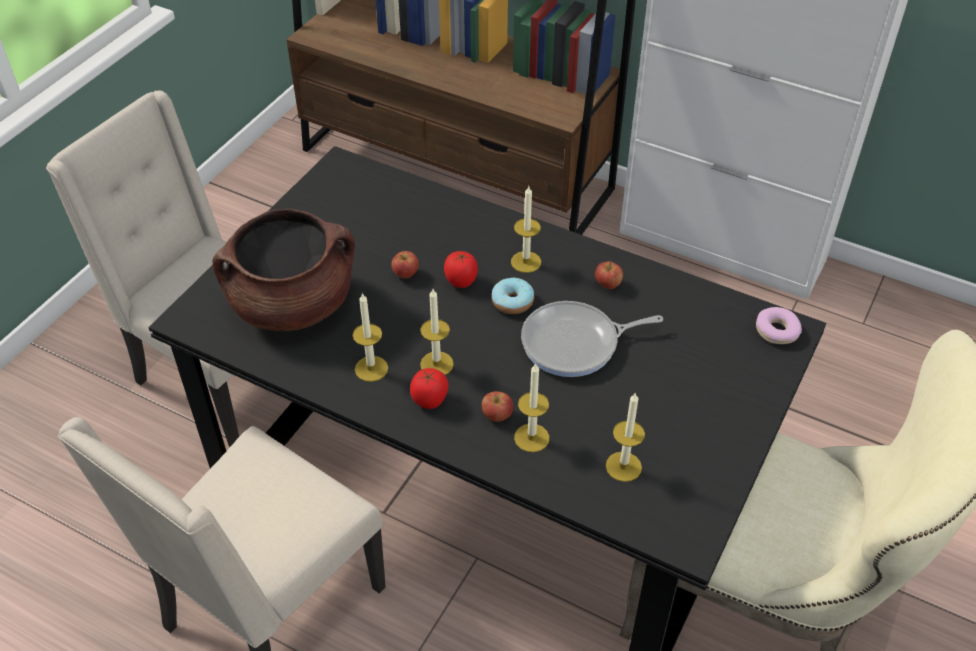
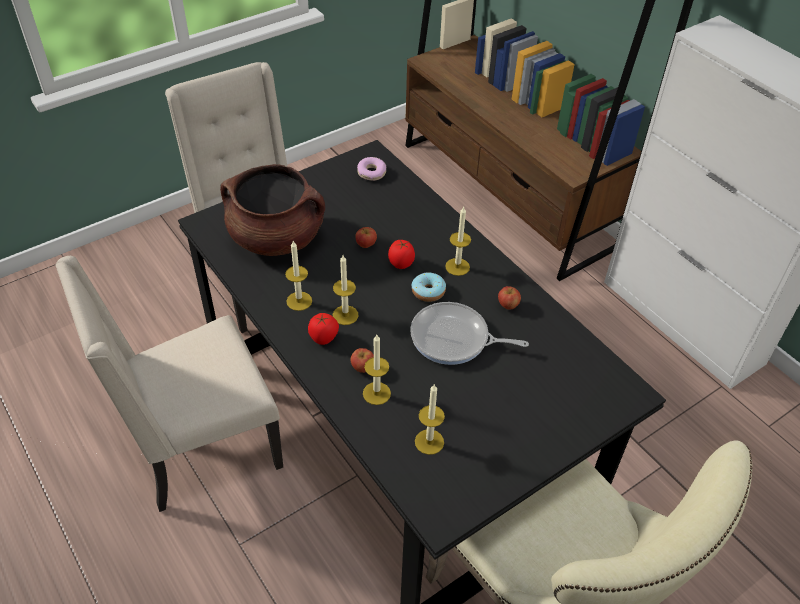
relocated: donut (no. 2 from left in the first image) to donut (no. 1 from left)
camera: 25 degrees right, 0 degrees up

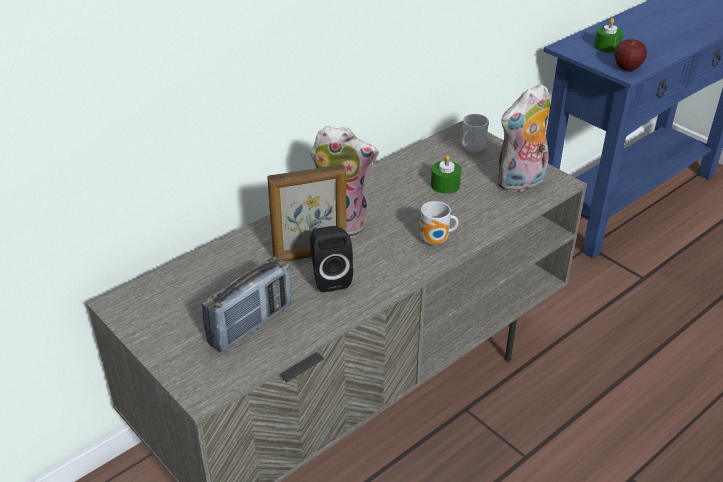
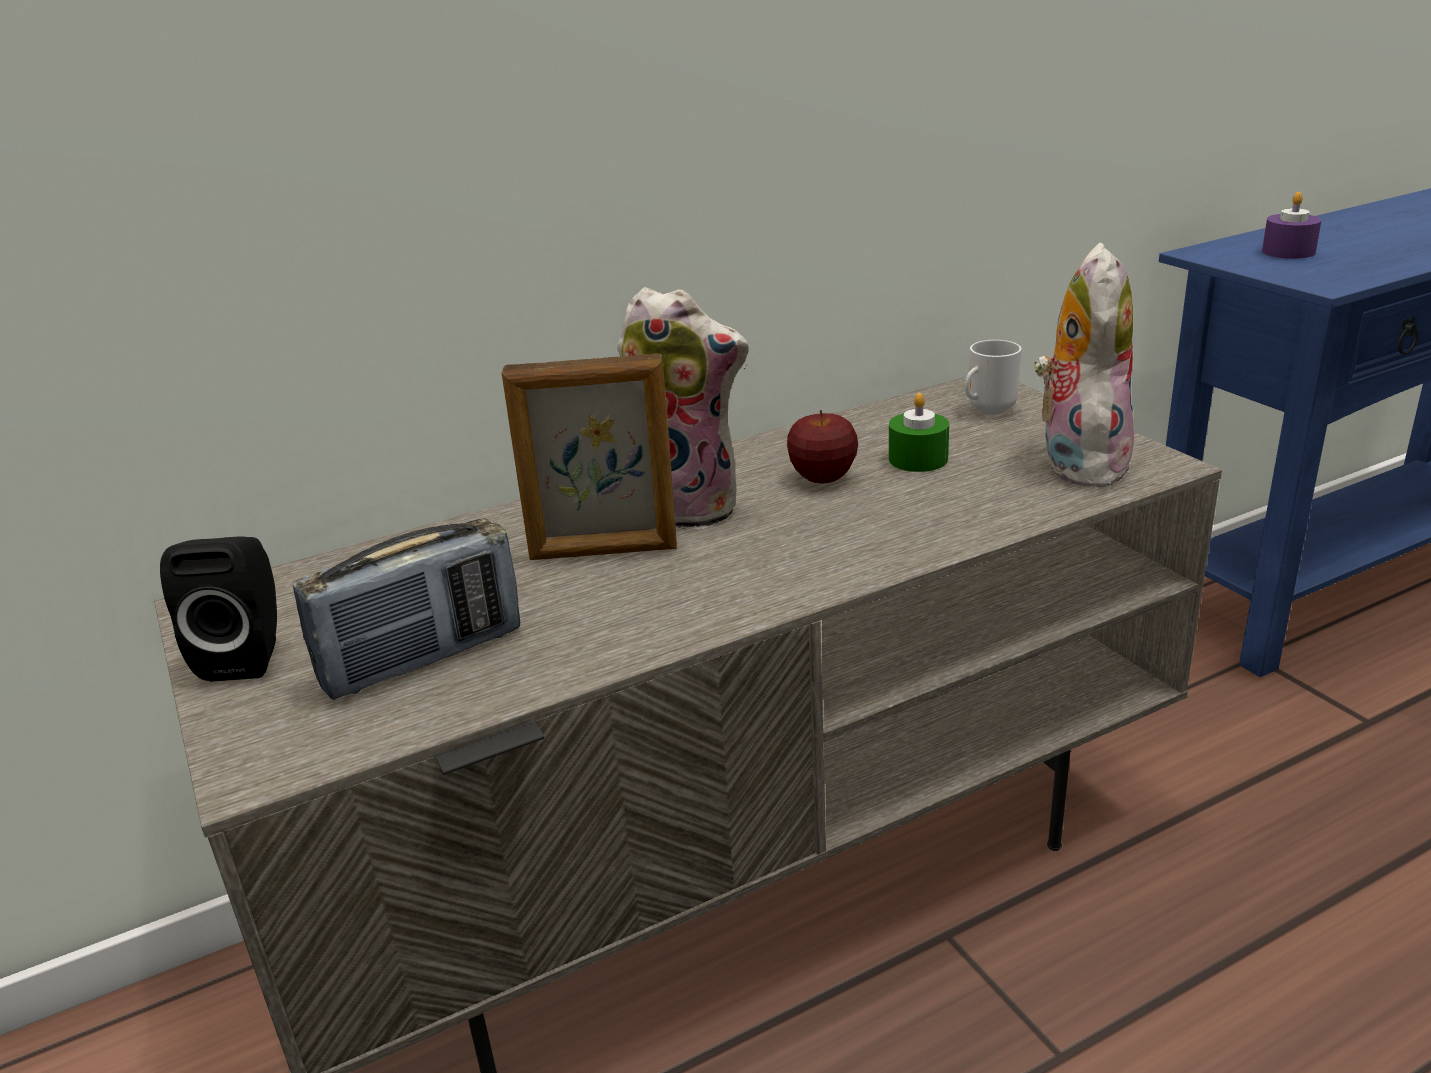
missing: mug (no. 1 from left)
relocated: black speaker; apple
colour: green candle (no. 2 from left) to purple candle
spun: plush toy (no. 2 from left) 120 degrees clockwise
camera: 15 degrees right, 10 degrees down

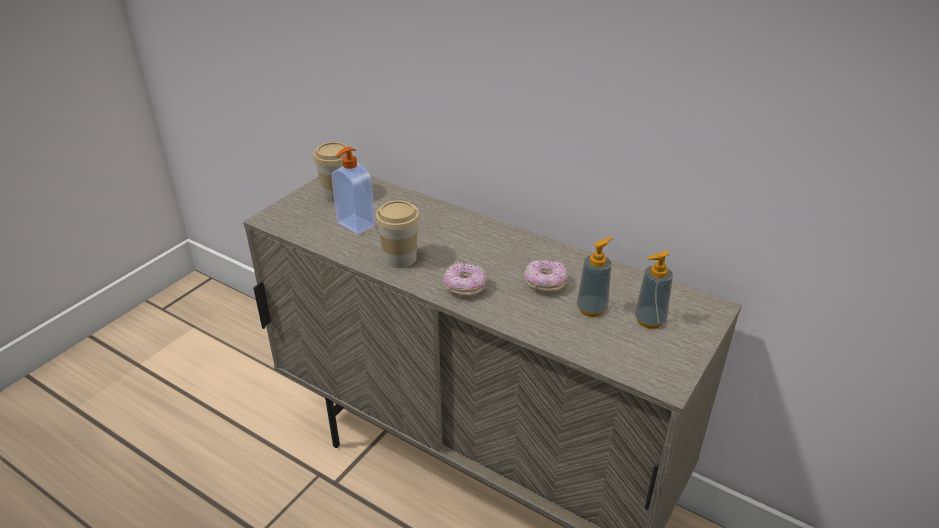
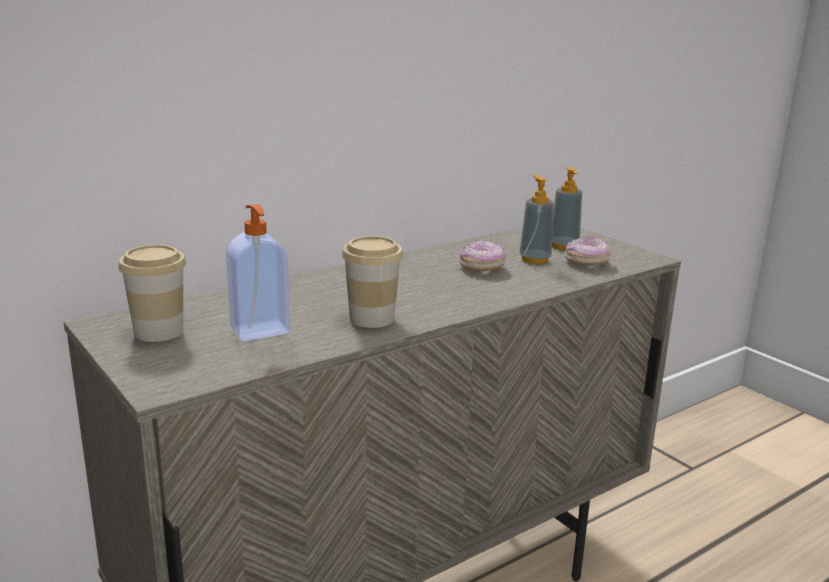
relocated: donut (no. 1 from left in the first image) to donut (no. 2 from left)
camera: 70 degrees left, 15 degrees down

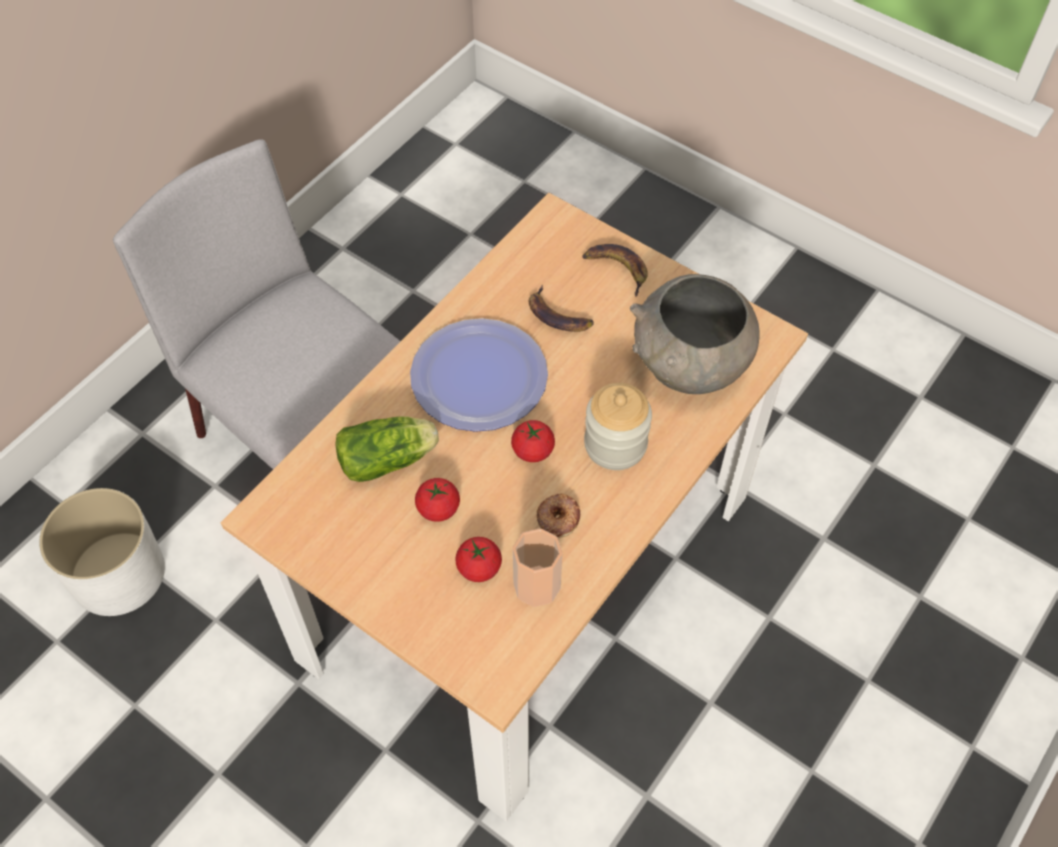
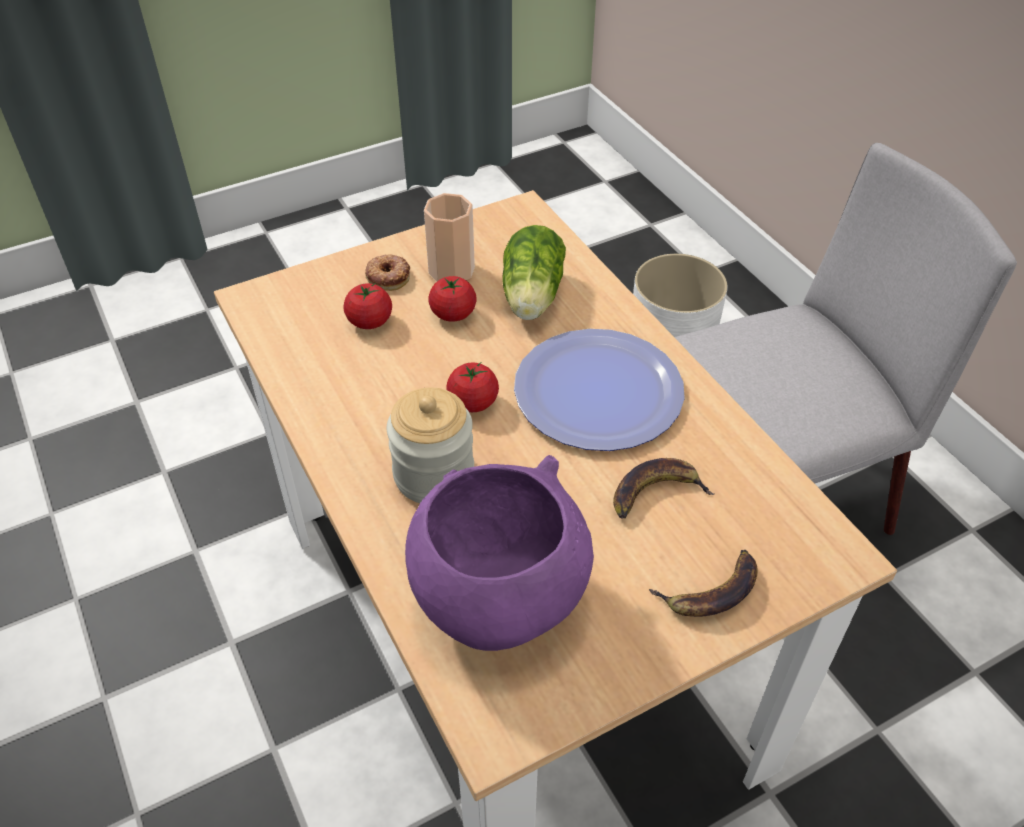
relocated: cup; donut
colour: grey bowl to purple bowl
camera: 115 degrees right, 10 degrees down

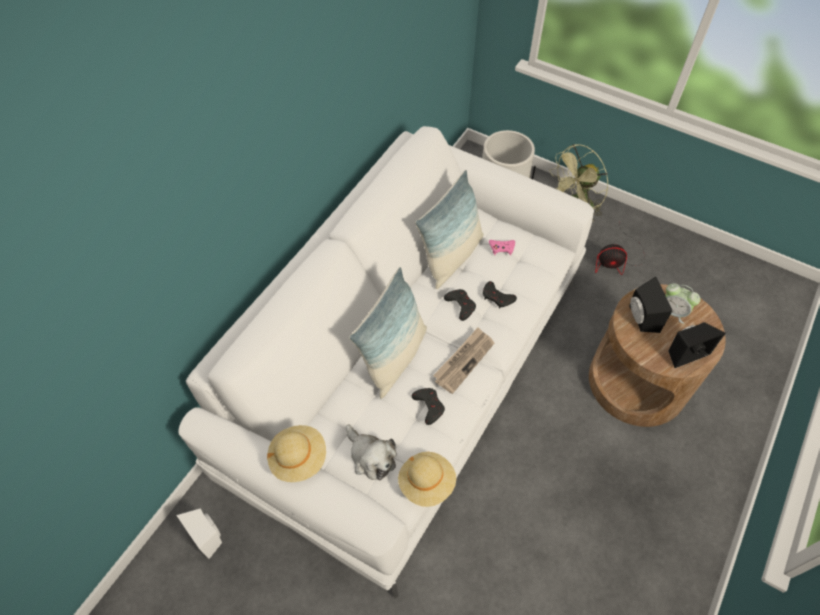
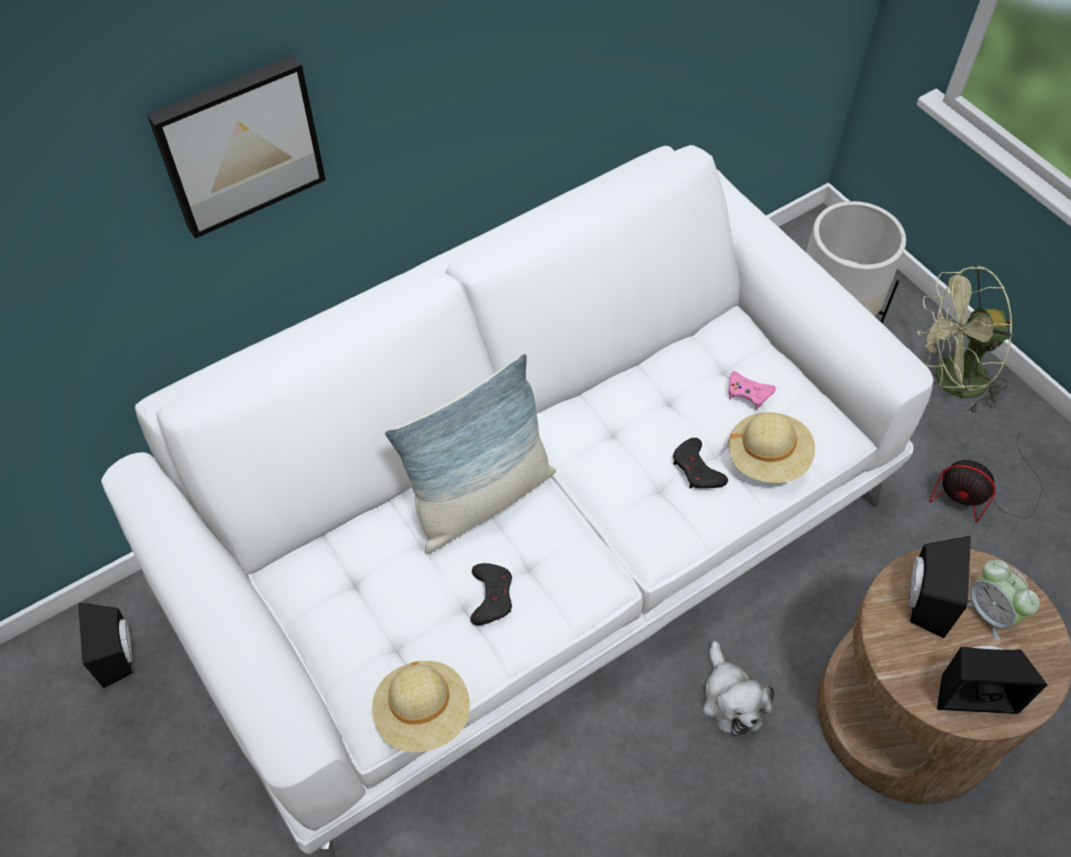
missing: pillow (no. 2 from left); newspaper; black game controller (no. 2 from left)
appeared: picture
relocated: beige hat (no. 1 from left in the first image) to beige hat (no. 2 from left); plush toy
colour: white speaker to black speaker (no. 1 from left)
camera: 25 degrees right, 0 degrees up

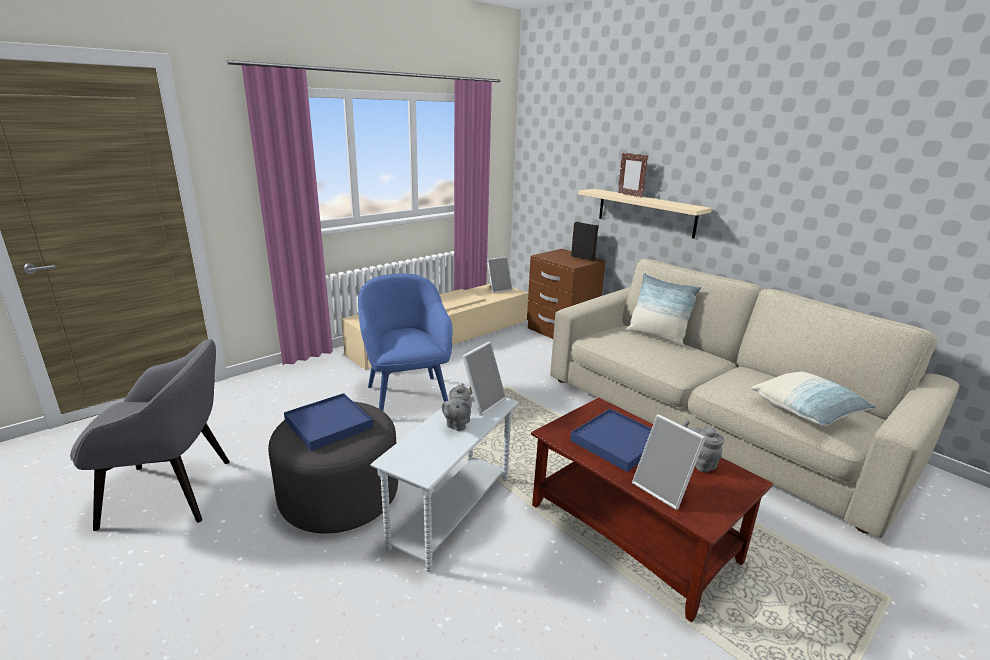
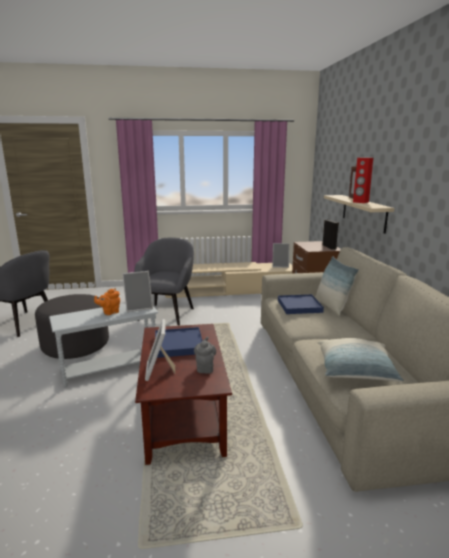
appeared: red speaker
relocated: blue tray (no. 1 from left in the first image) to blue tray (no. 2 from left)
colour: blue armchair to grey armchair (no. 2 from left); grey teapot (no. 1 from left) to orange teapot
camera: 35 degrees right, 5 degrees down

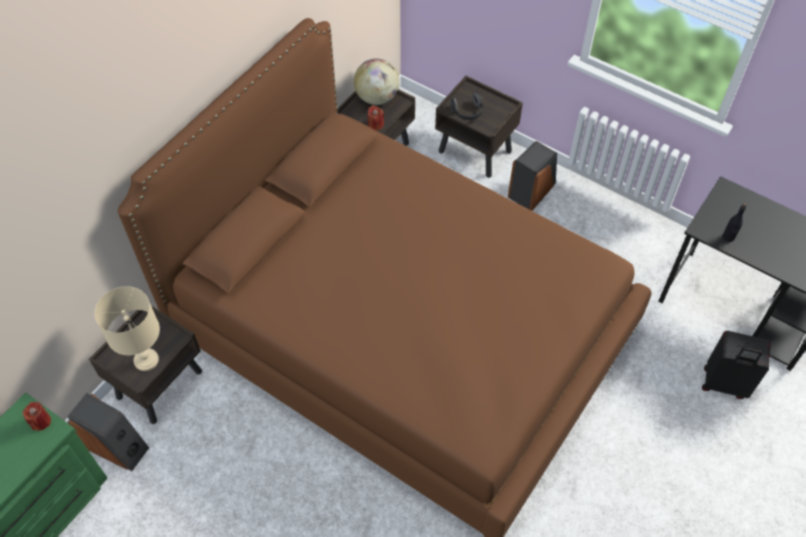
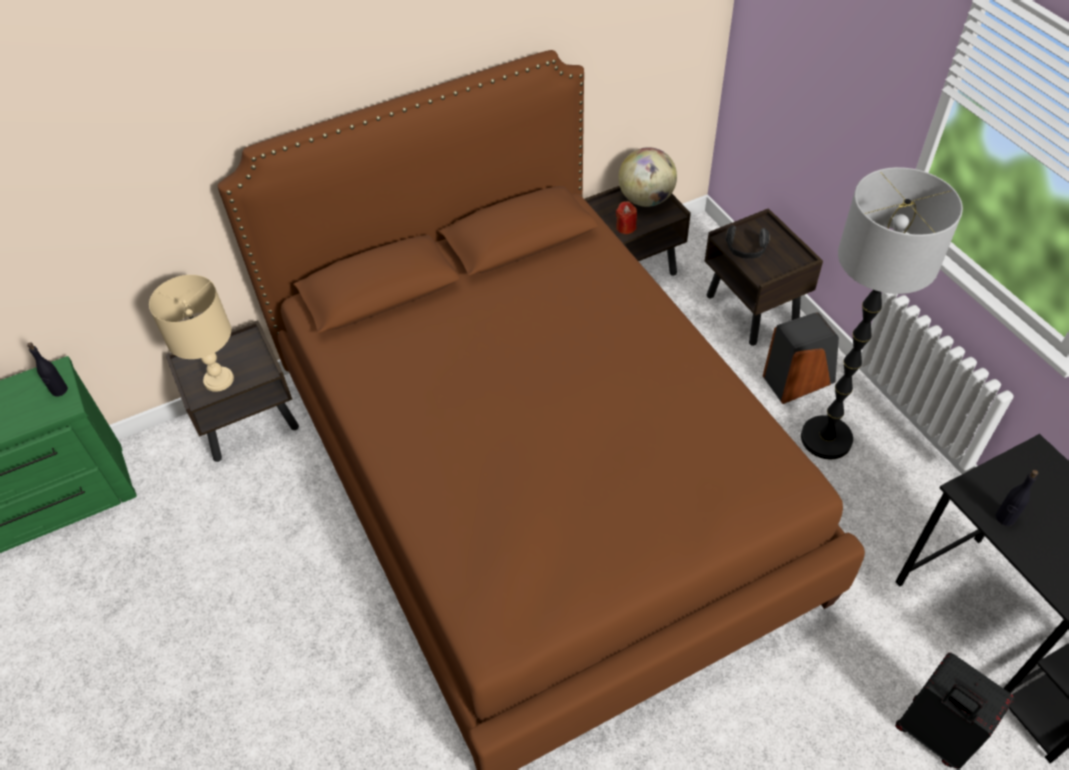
missing: speaker (no. 1 from left)
appeared: floor lamp
exchanged: red candle (no. 1 from left) to black bottle (no. 1 from left)
camera: 30 degrees right, 5 degrees down

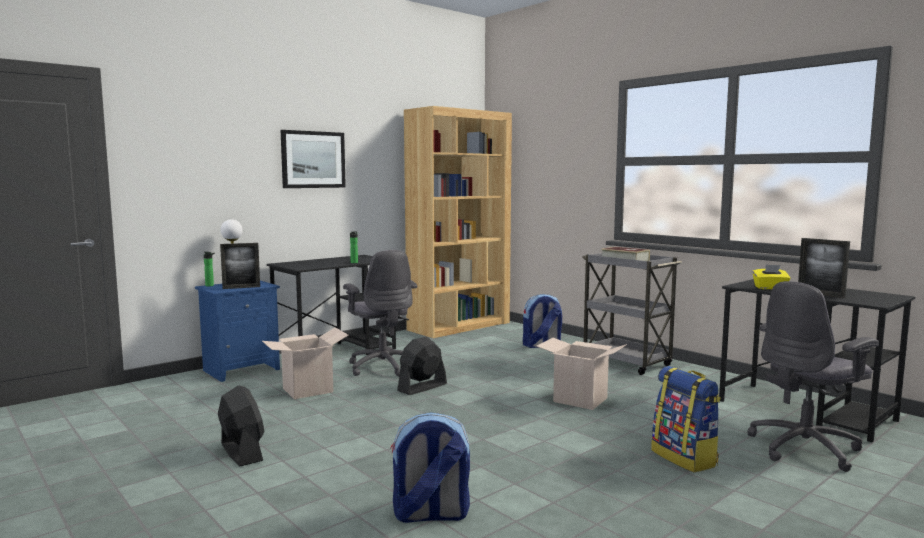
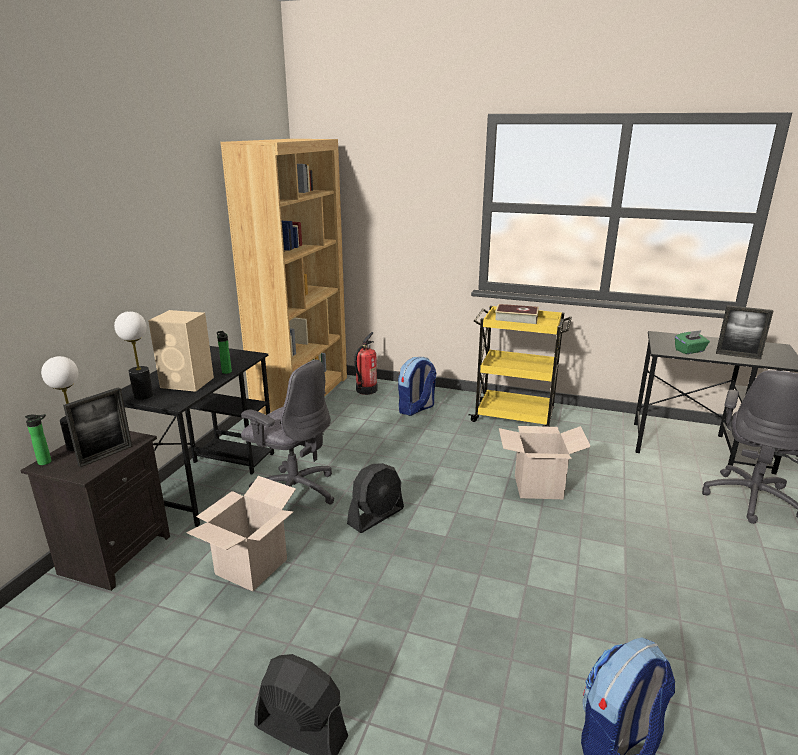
missing: picture; backpack (no. 3 from left)
appeared: table lamp (no. 2 from left); beige speaker; fire extinguisher
colour: blue nightstand to black nightstand; grey cart to yellow cart; yellow tissue box to green tissue box
spun: black fan (no. 2 from left) 150 degrees counterclockwise
camera: 30 degrees left, 15 degrees up

